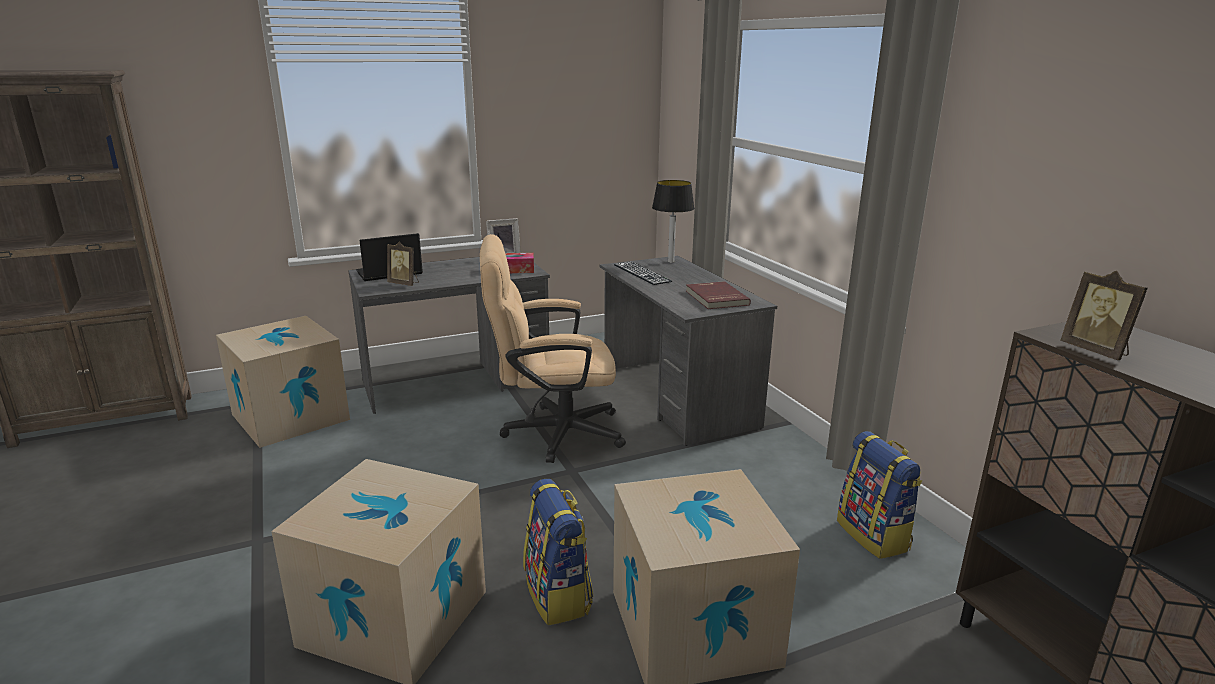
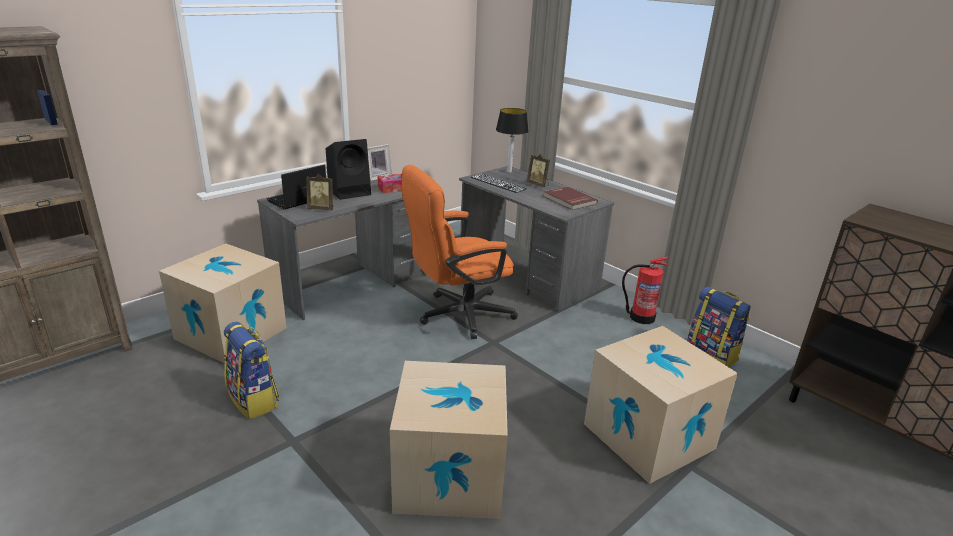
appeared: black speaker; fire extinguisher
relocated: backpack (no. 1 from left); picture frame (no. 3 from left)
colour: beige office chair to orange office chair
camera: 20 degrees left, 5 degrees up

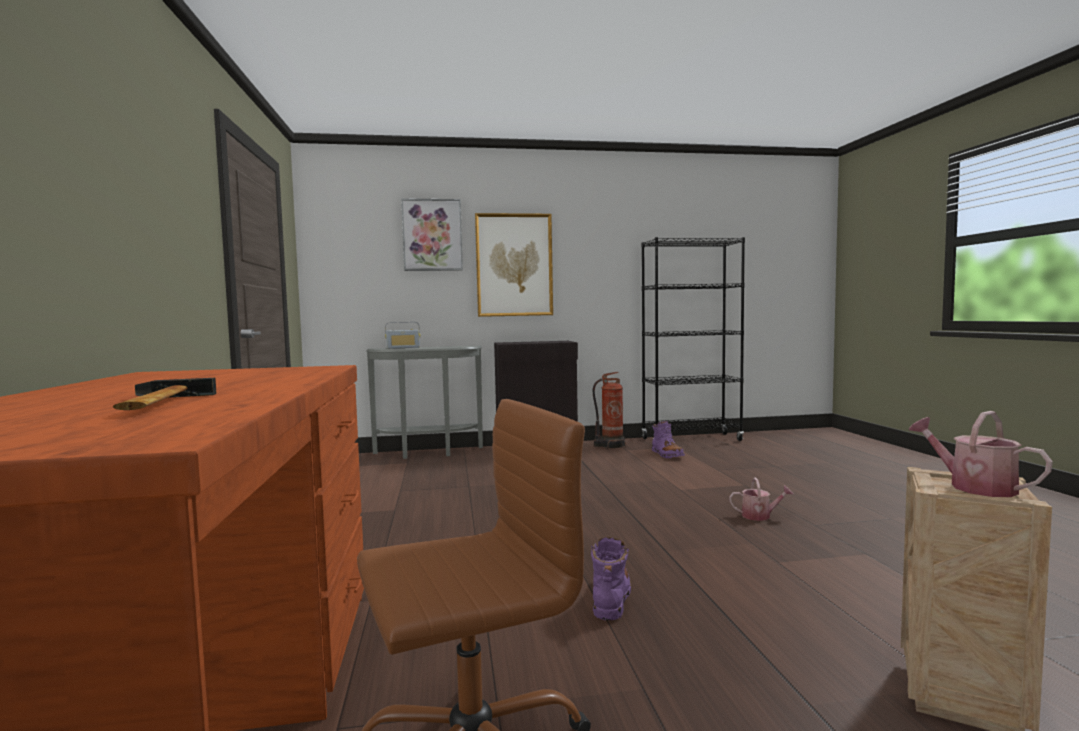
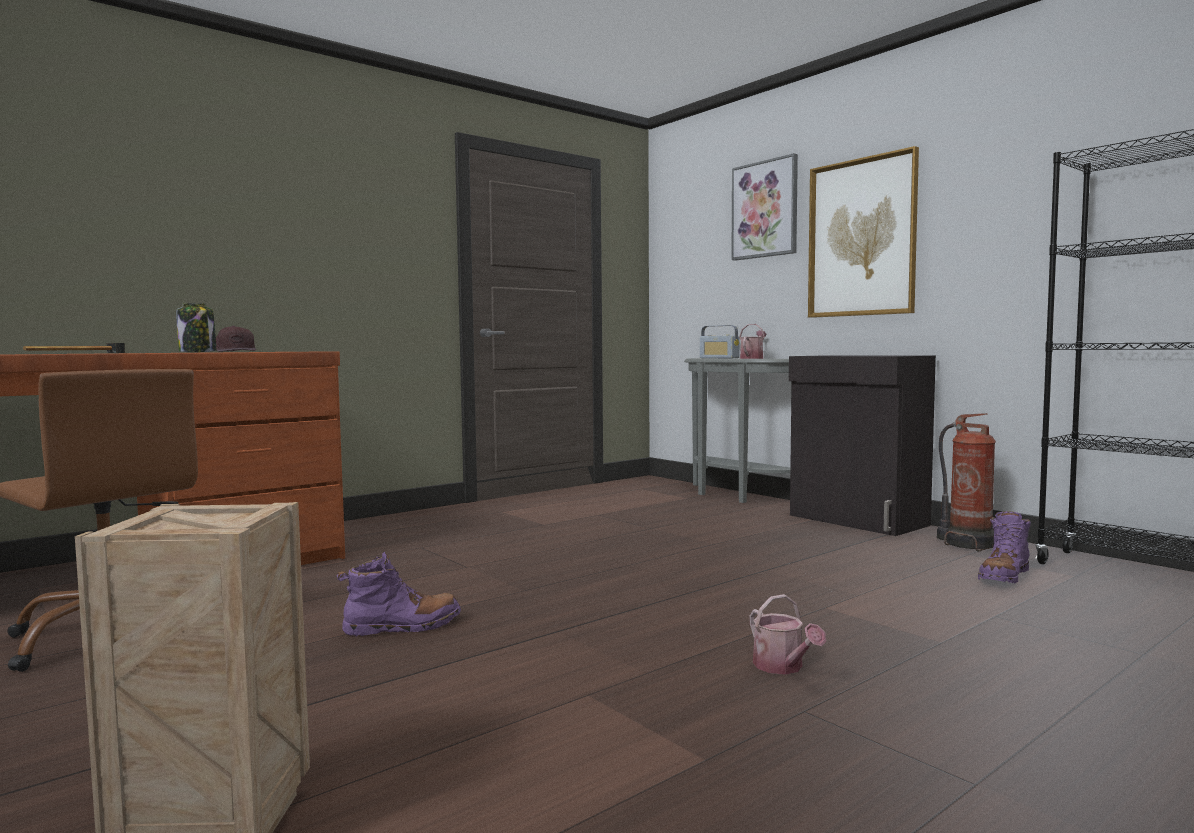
appeared: jar; brown cap
relocated: watering can (no. 2 from left in the first image) to watering can (no. 1 from left)
camera: 60 degrees right, 0 degrees up

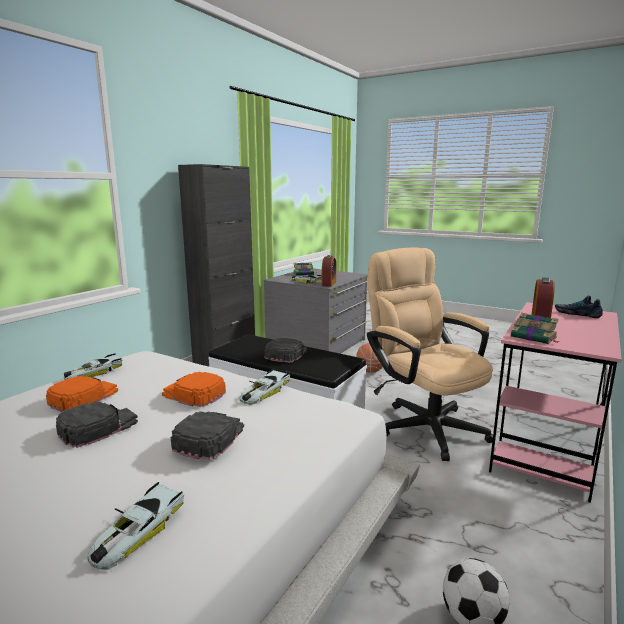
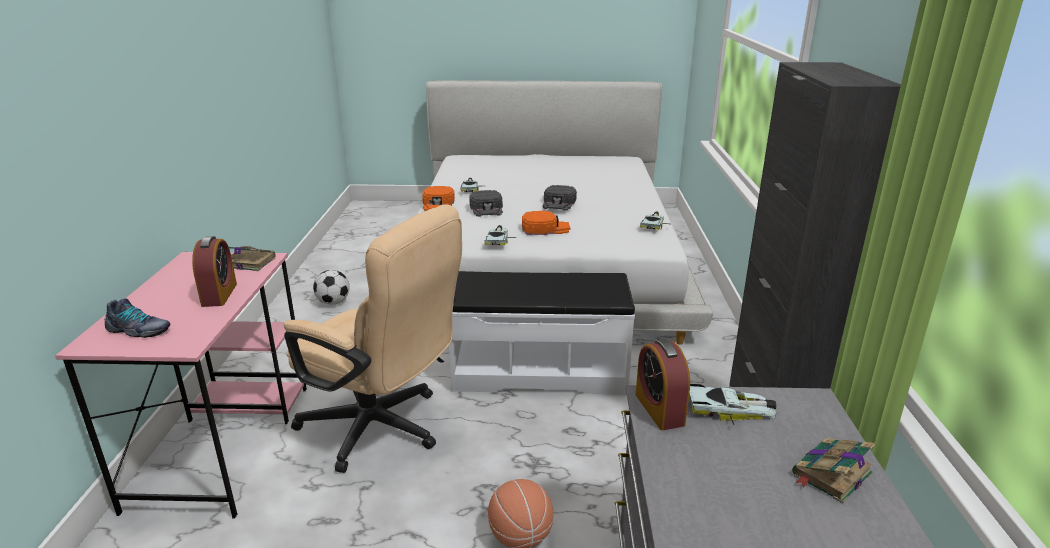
missing: black cap (no. 3 from left)
relocated: orange cap (no. 1 from left)
camera: 150 degrees right, 10 degrees up

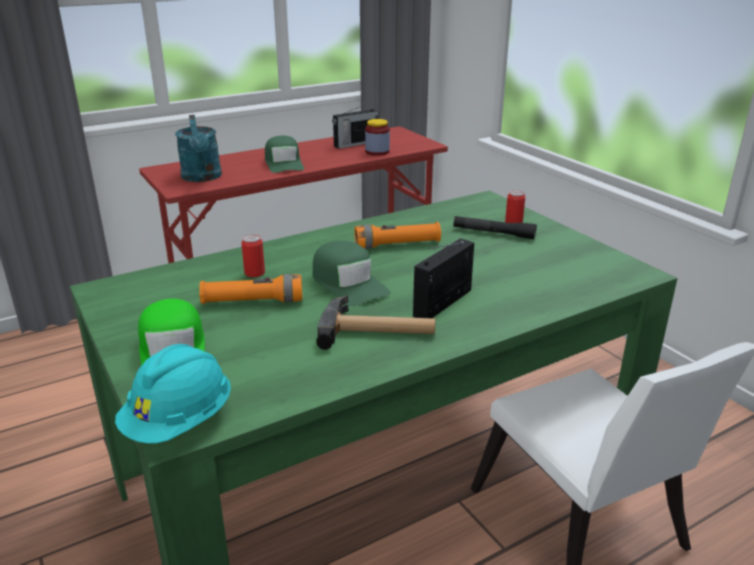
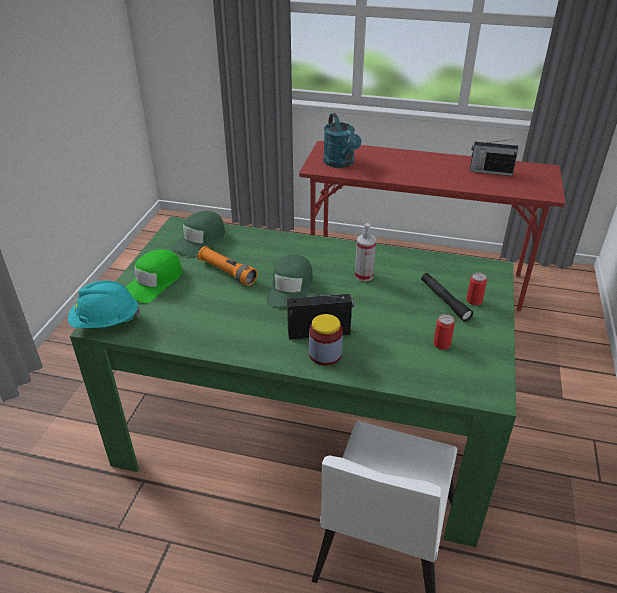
missing: hammer
relocated: can (no. 1 from left); green cap (no. 2 from left); jar
exchanged: orange flashlight (no. 2 from left) to spray bottle
spun: turquoise watering can 45 degrees counterclockwise
camera: 45 degrees right, 10 degrees up

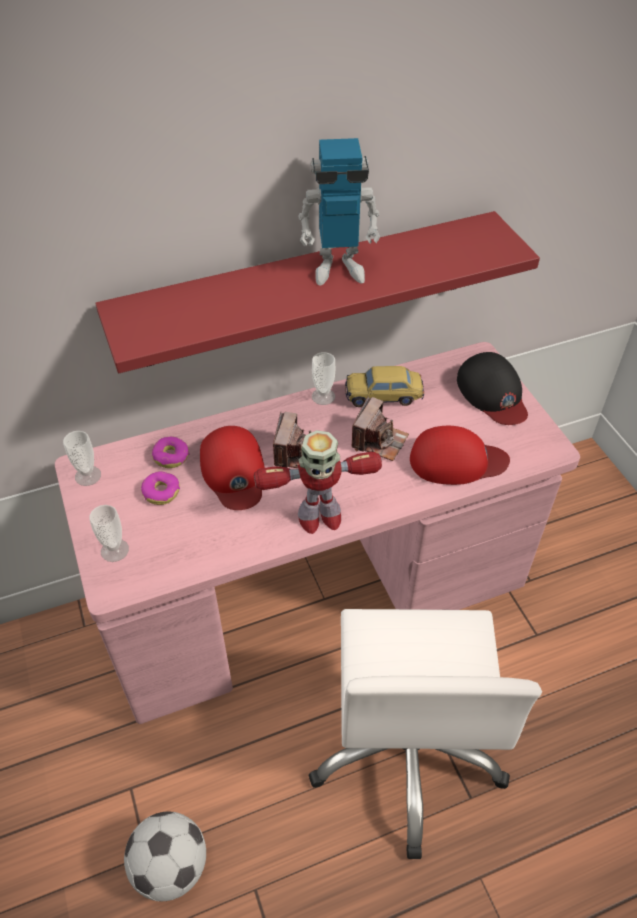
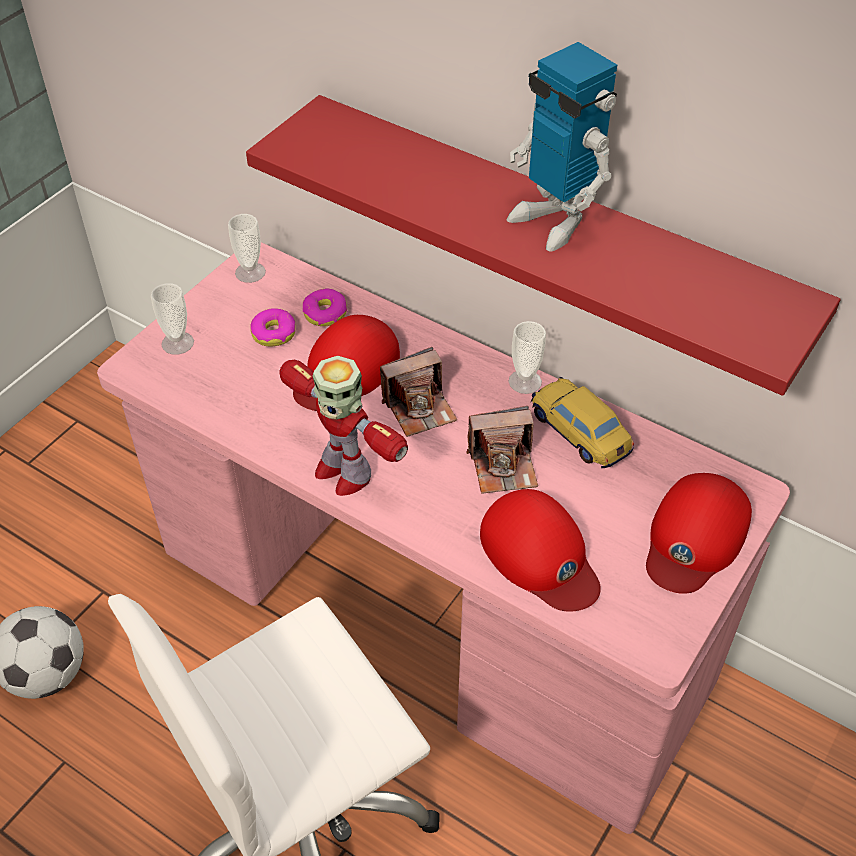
colour: black cap to red cap (no. 3 from left)
camera: 55 degrees right, 0 degrees up

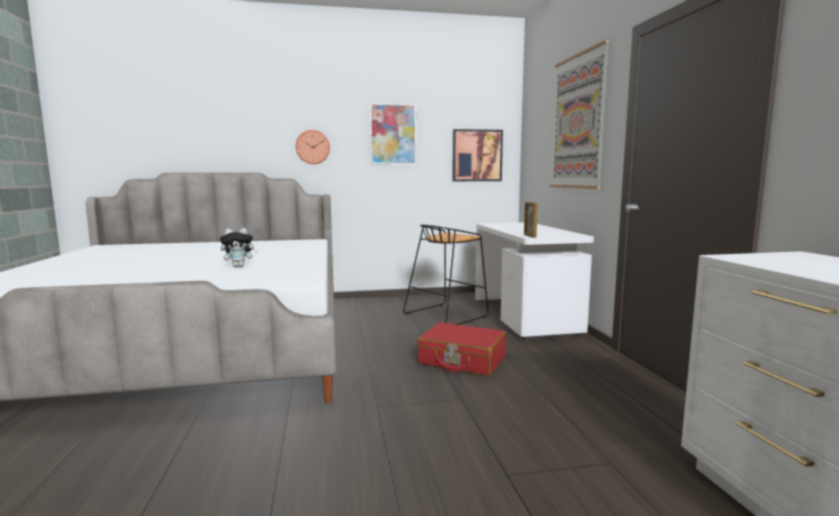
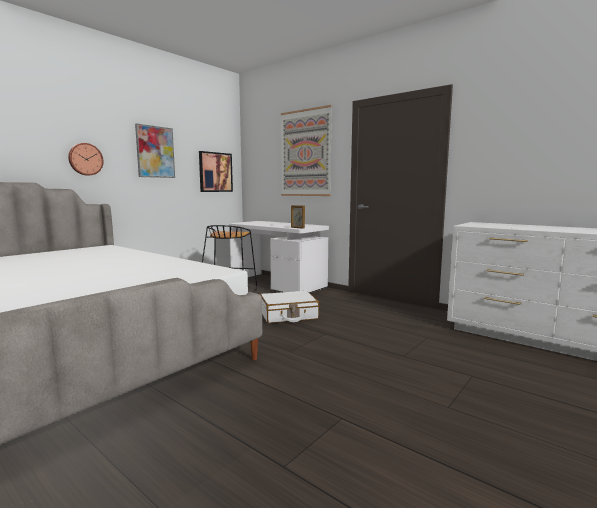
missing: plush toy
colour: red suitcase to white suitcase
camera: 40 degrees left, 0 degrees up

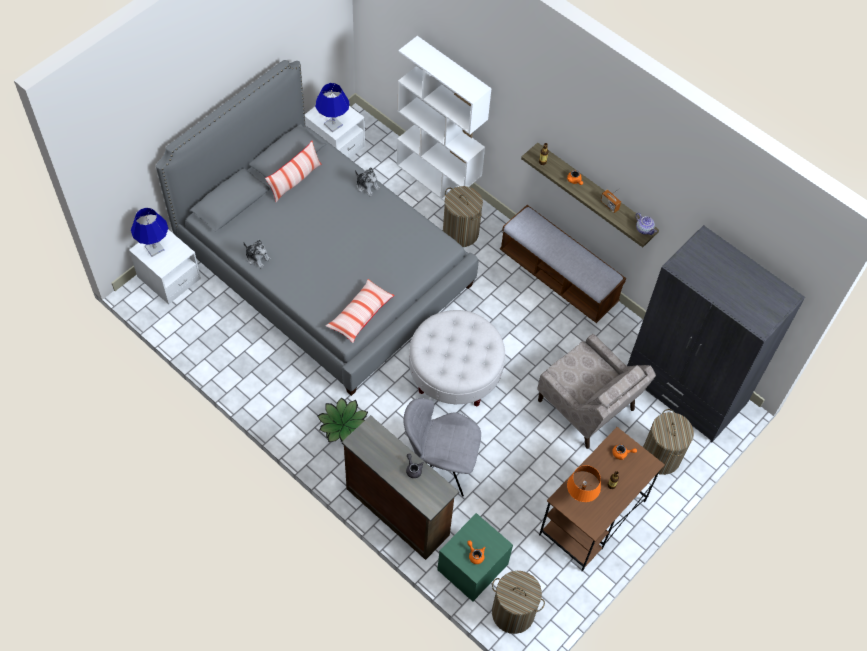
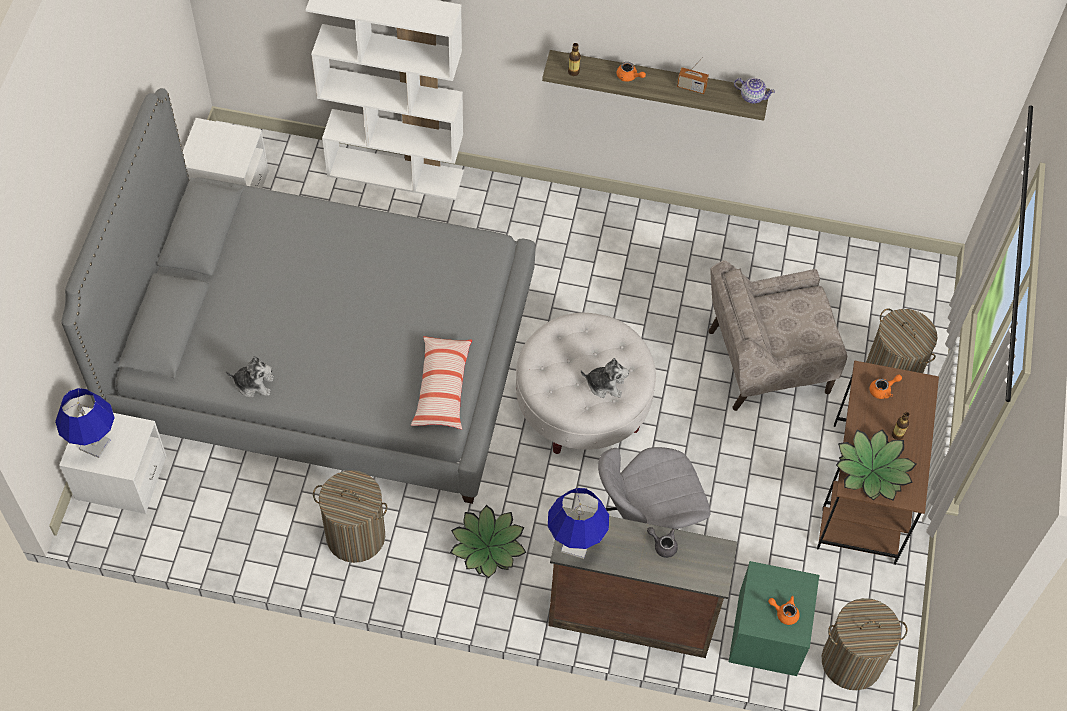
missing: pillow (no. 1 from left); bench; grey wardrobe
relocated: blue table lamp (no. 2 from left); plush toy (no. 2 from left); laundry basket (no. 1 from left)
exchanged: orange table lamp to potted plant (no. 2 from left)
spun: beige armchair 150 degrees clockwise
camera: 30 degrees left, 0 degrees up

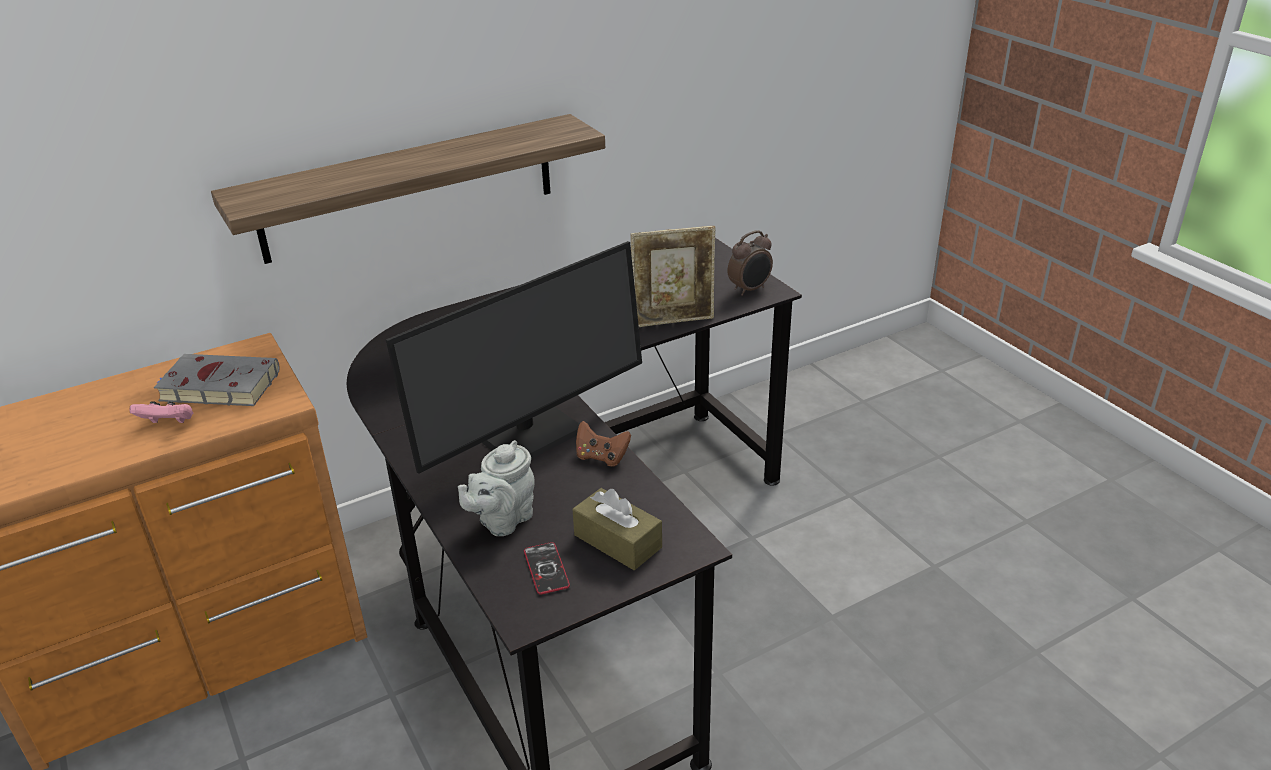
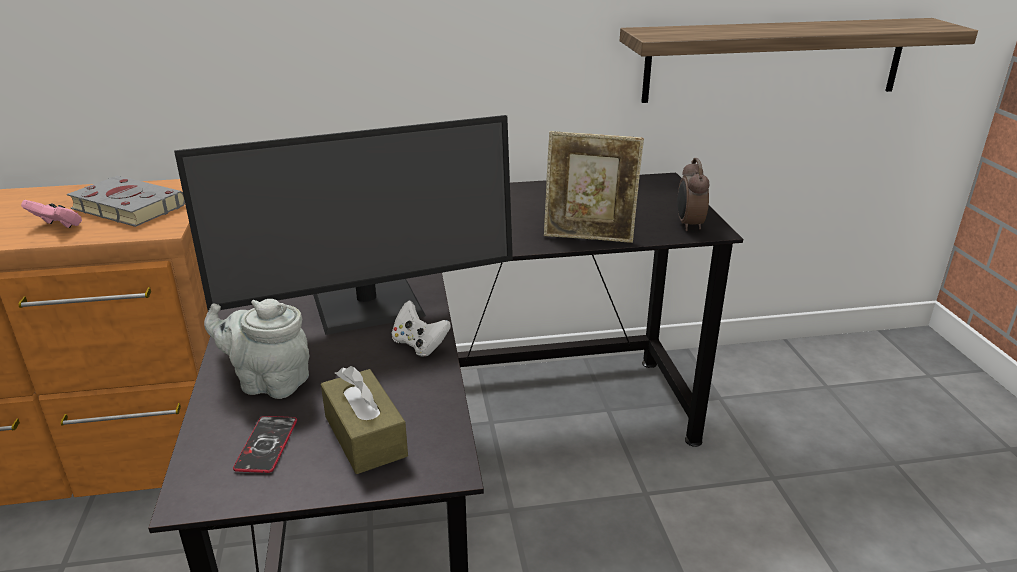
relocated: shelf
colour: brown game controller to white game controller
spun: grey teapot 45 degrees clockwise; alarm clock 105 degrees clockwise
camera: 20 degrees right, 5 degrees down

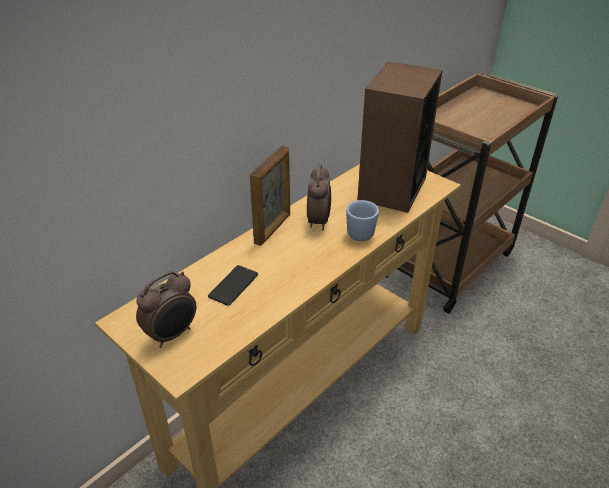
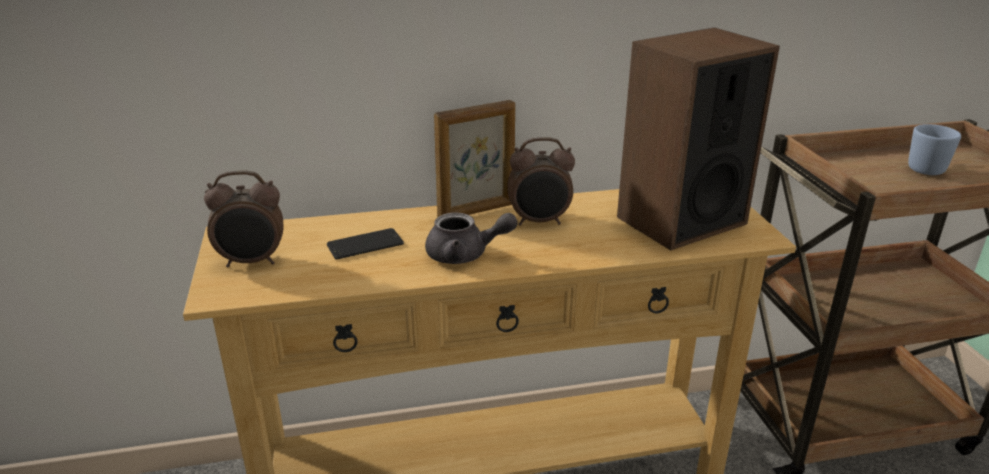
appeared: grey teapot
relocated: blue mug
spun: alarm clock (no. 2 from left) 45 degrees clockwise
camera: 35 degrees right, 10 degrees down

